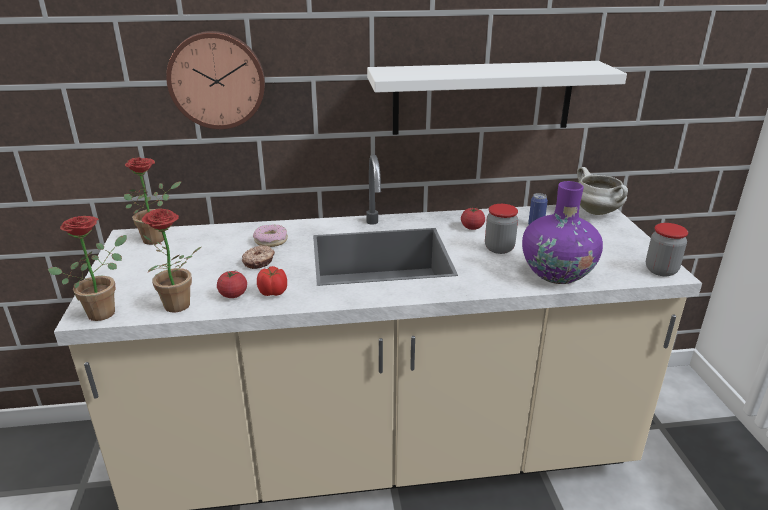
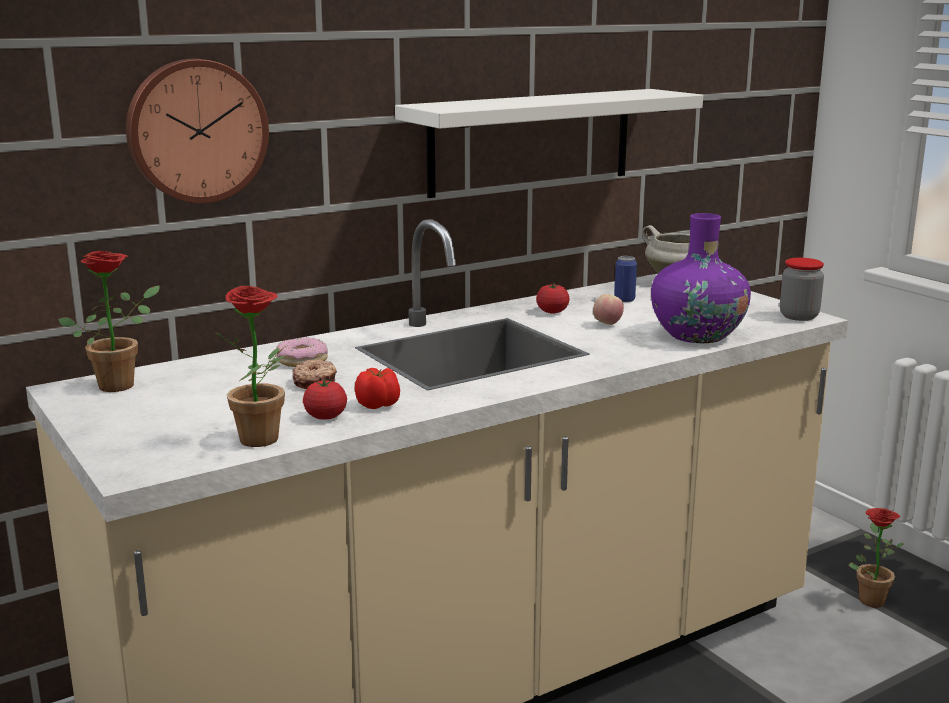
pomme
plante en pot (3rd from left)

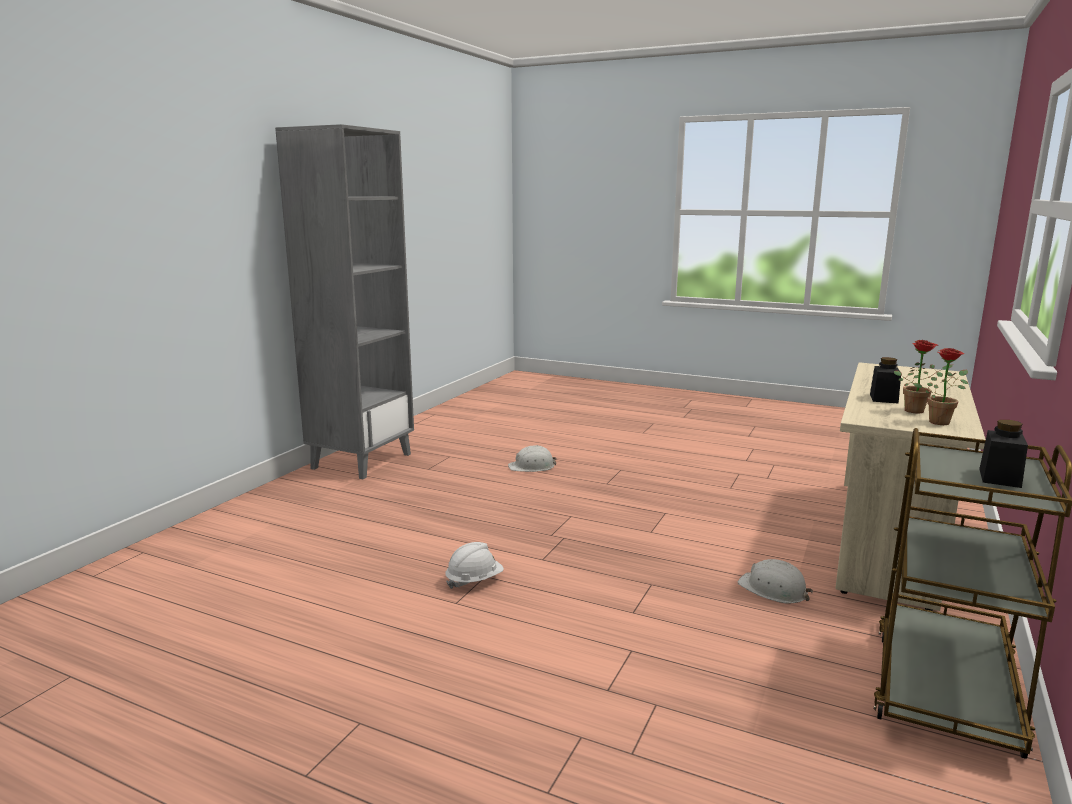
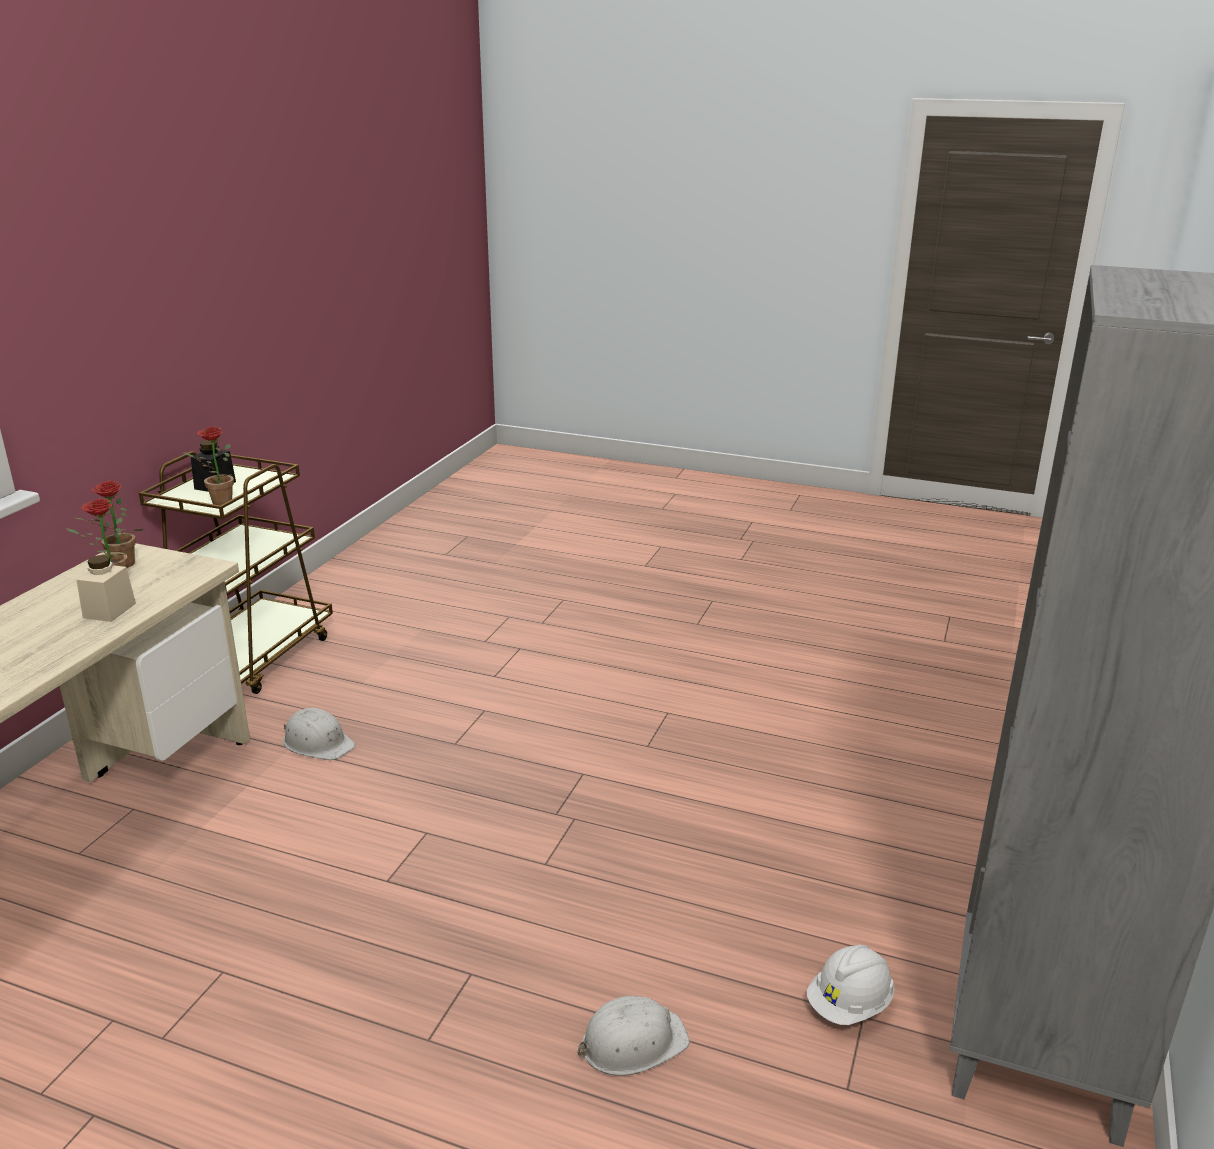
bocal/beige
casque de chantier/blanc (3rd from left)
plante en pot (3rd from left)

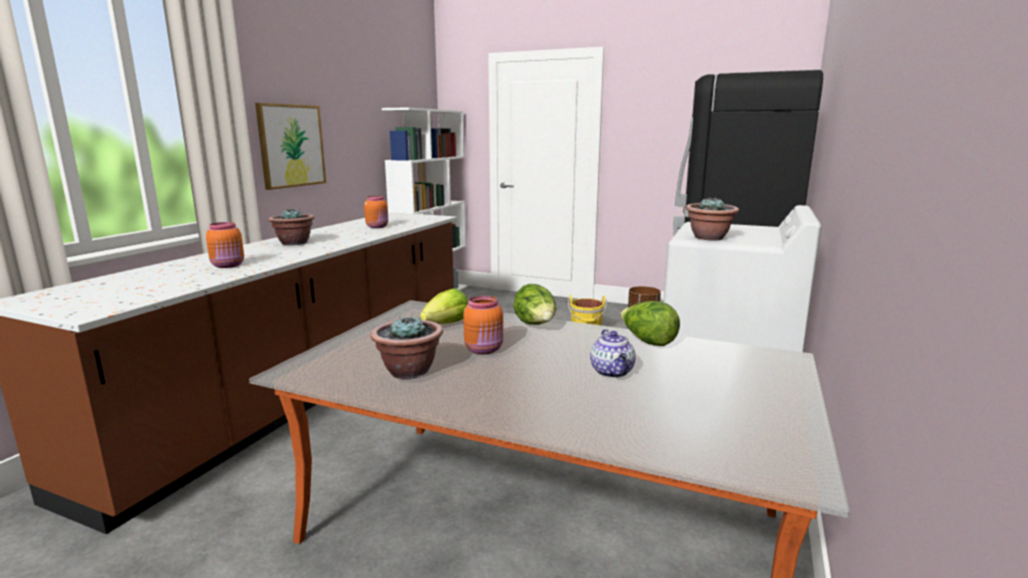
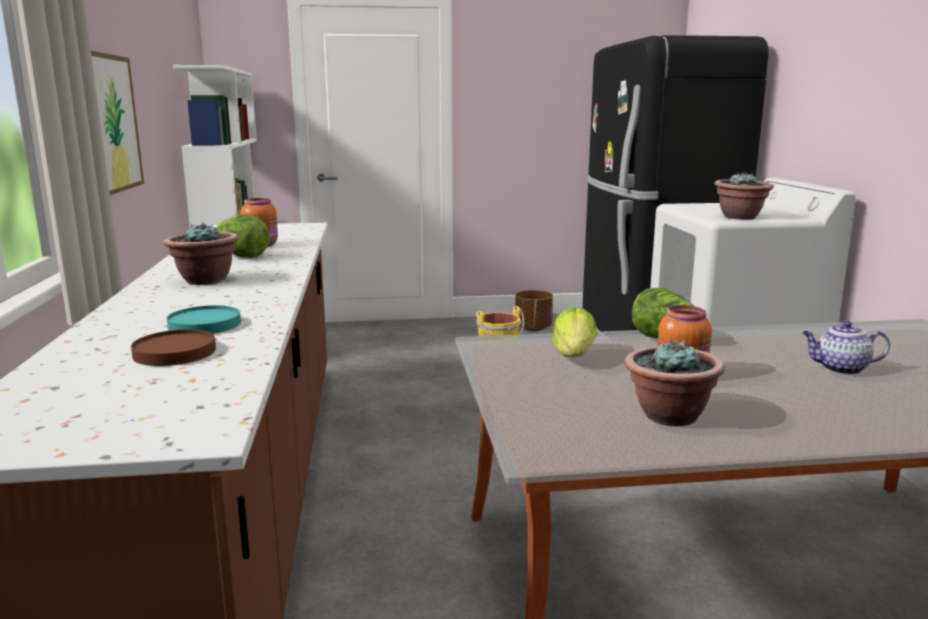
assiette/turquoise
laitue (1st from left)
théière
assiette/marron

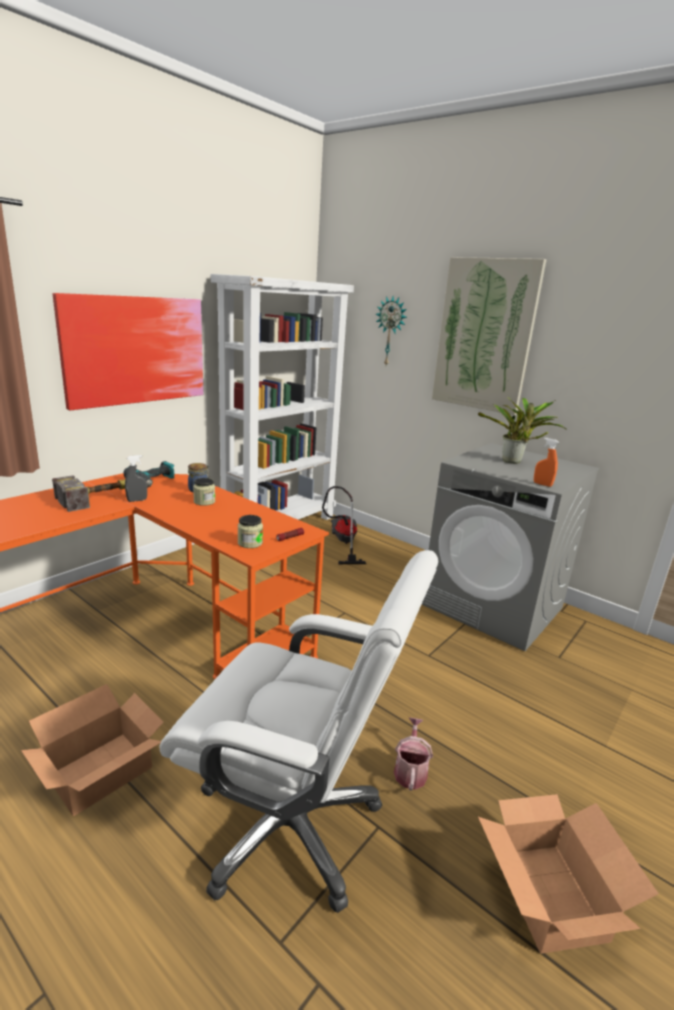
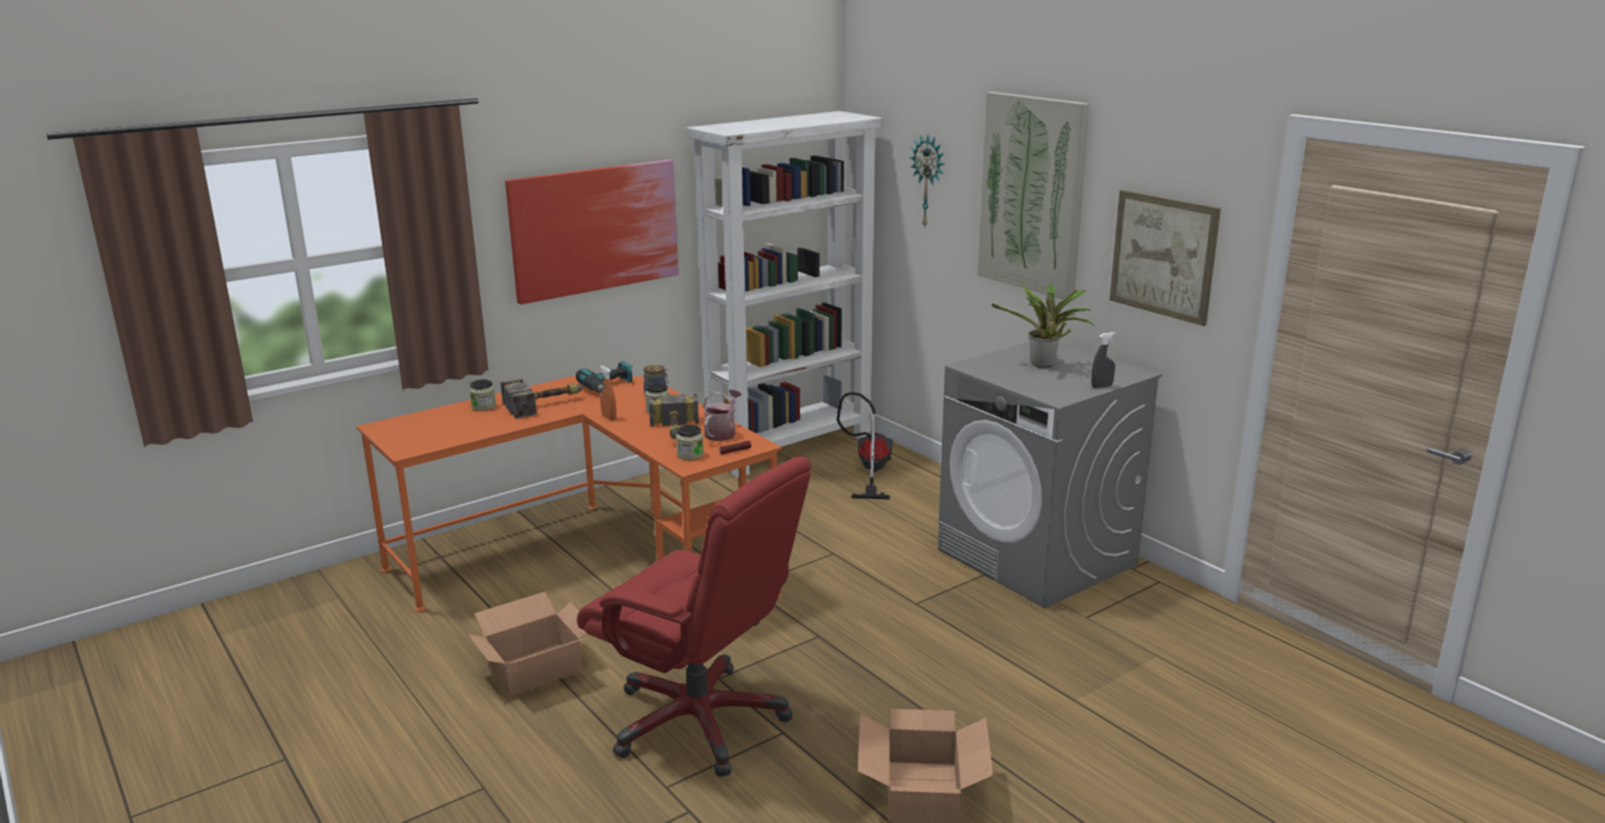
vaporisateur/orange
vaporisateur/gris
chaise de bureau/rouge
arrosoir
tableau (3rd from left)
bocal (1st from left)
marteau (2nd from left)

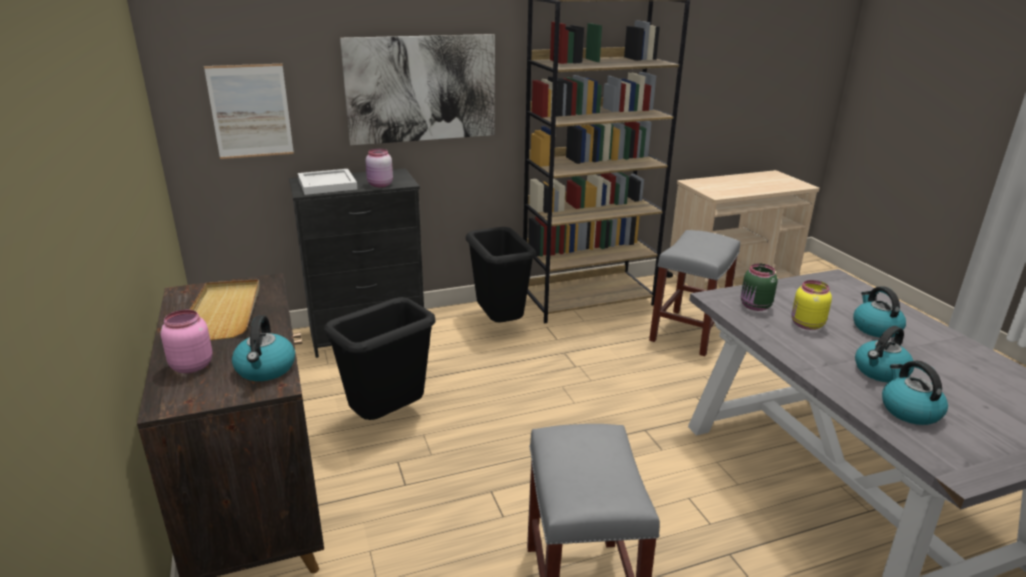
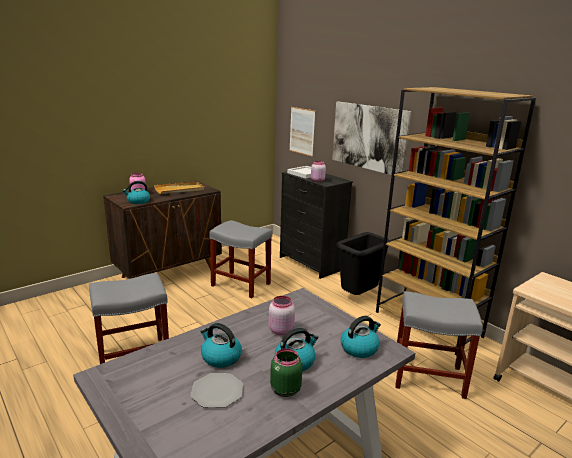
bocal/vert
bocal/rose (2nd from left)
tabouret/gris (2nd from left)
bouilloire (4th from left)
assiette

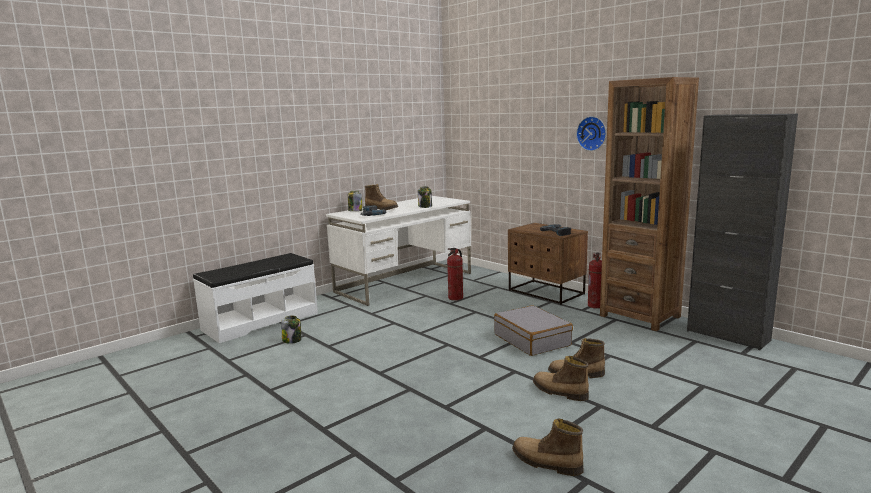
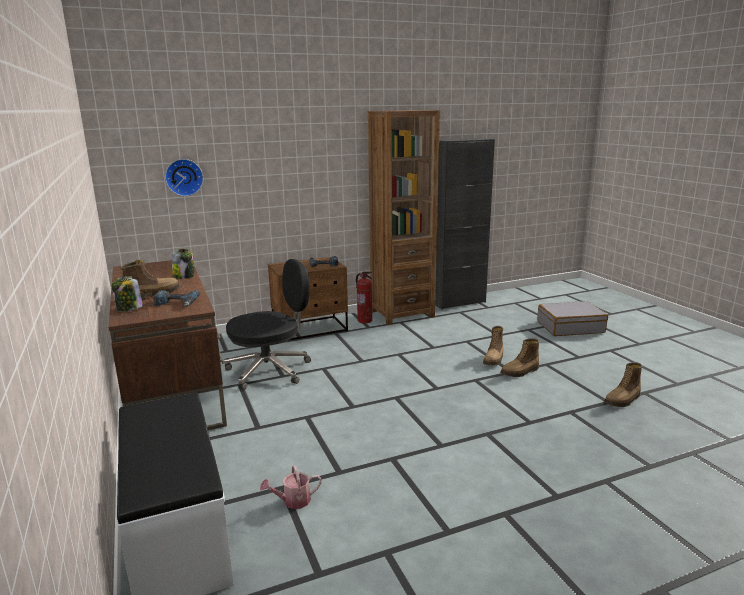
horloge murale
bureau/marron
chaise de bureau/noir
valise/gris
arrosoir

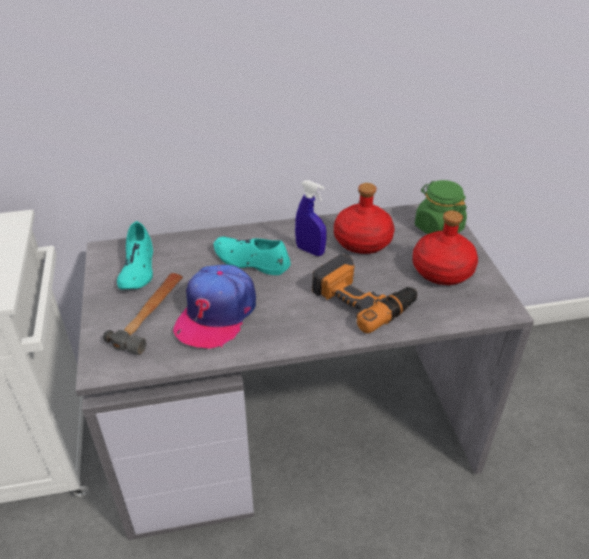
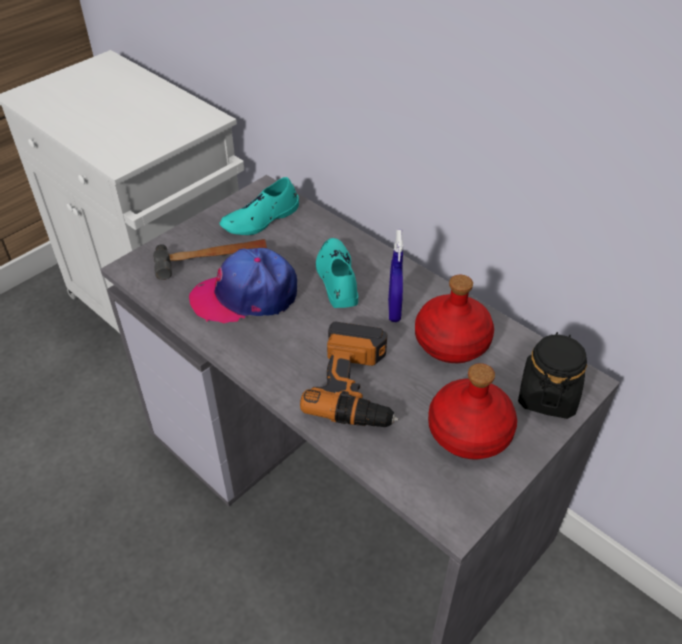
bocal/noir

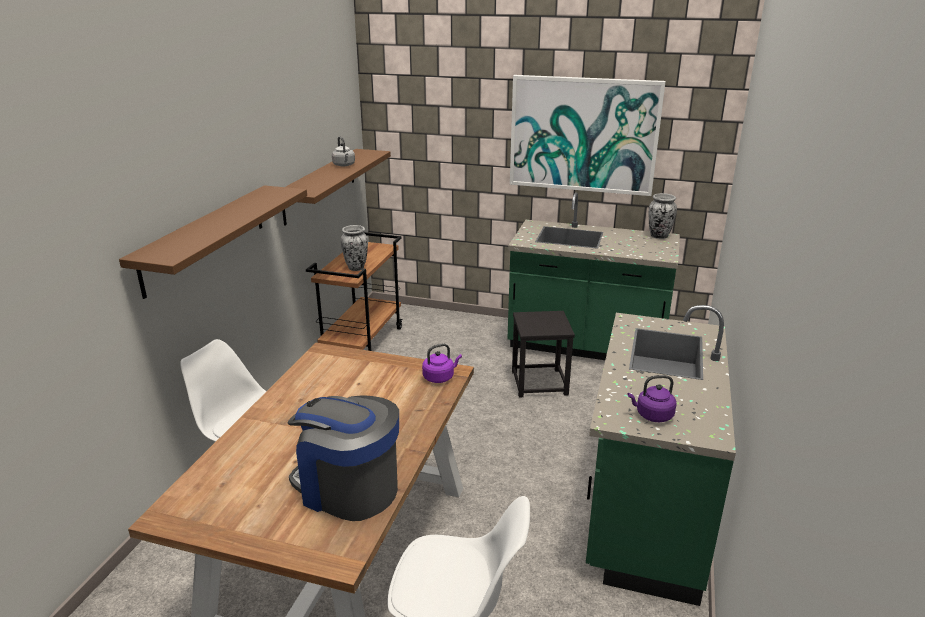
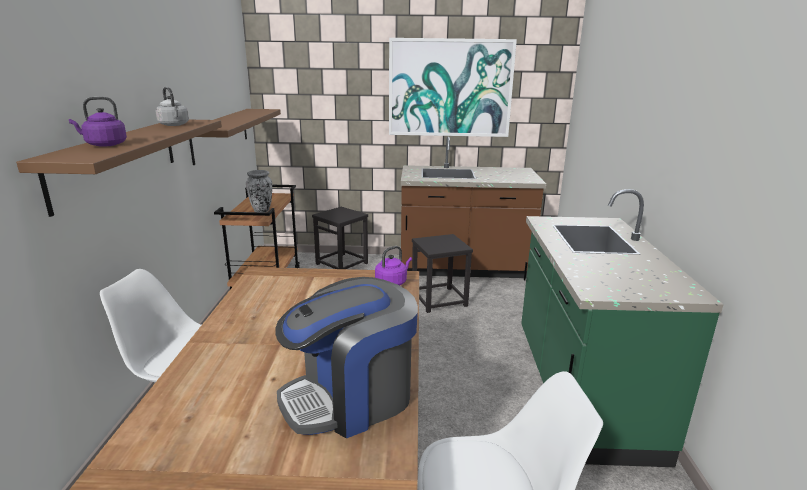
bouilloire/gris
comptoir de cuisine/marron
vase (2nd from left in the first image)
bouilloire/violet (1st from left)
machine à café
tabouret/noir (1st from left)

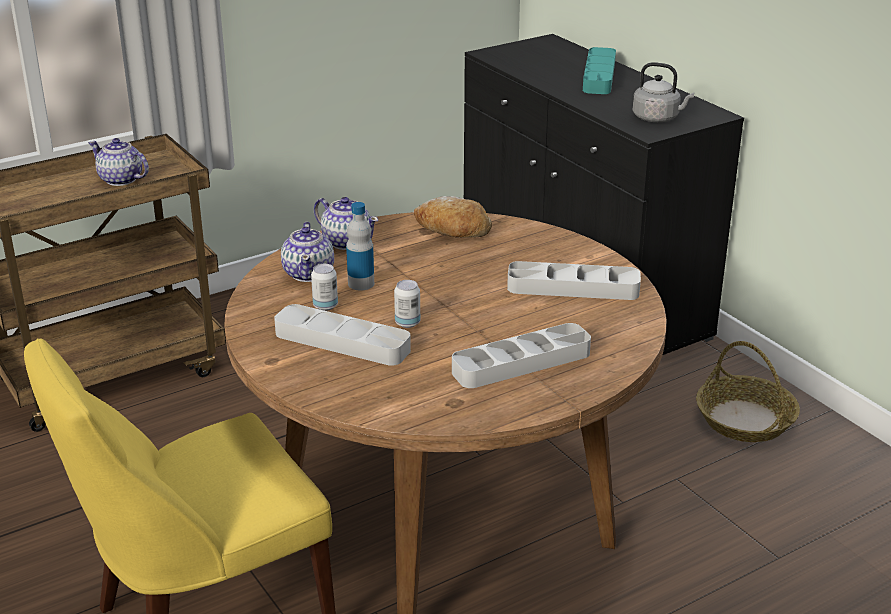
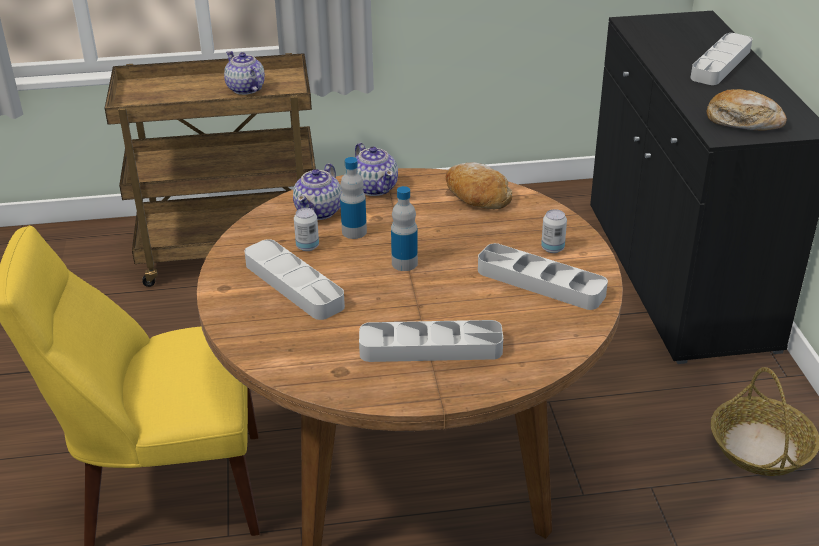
plateau/gris (4th from left)
pain (2nd from left)
boîte métallique (2nd from left)
bouteille (2nd from left)

